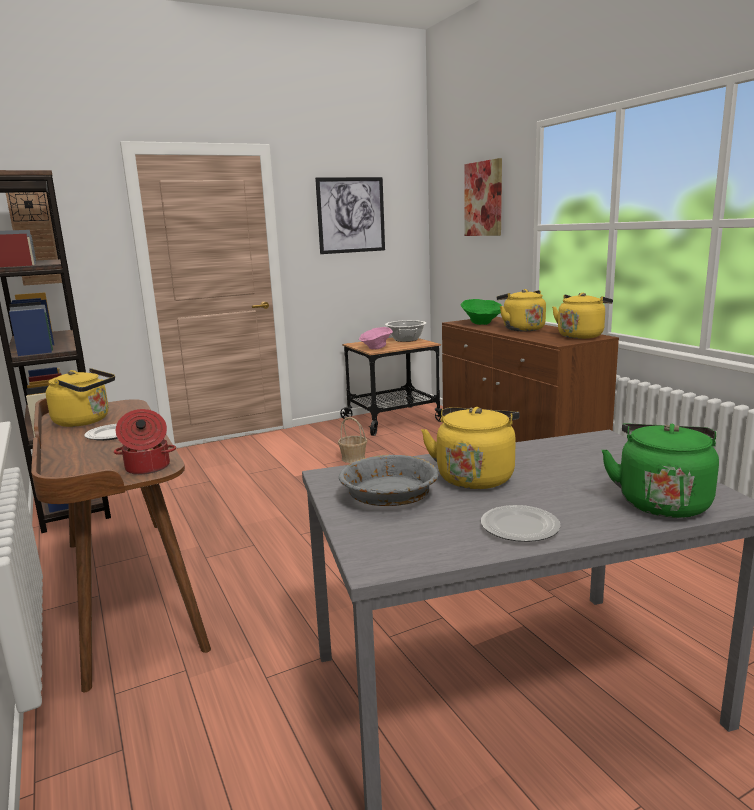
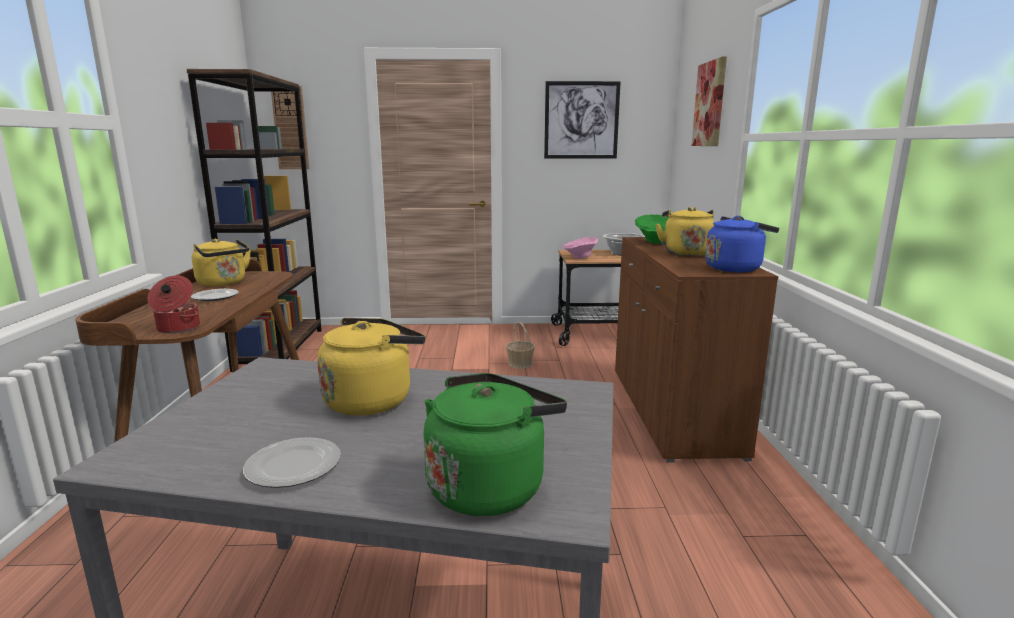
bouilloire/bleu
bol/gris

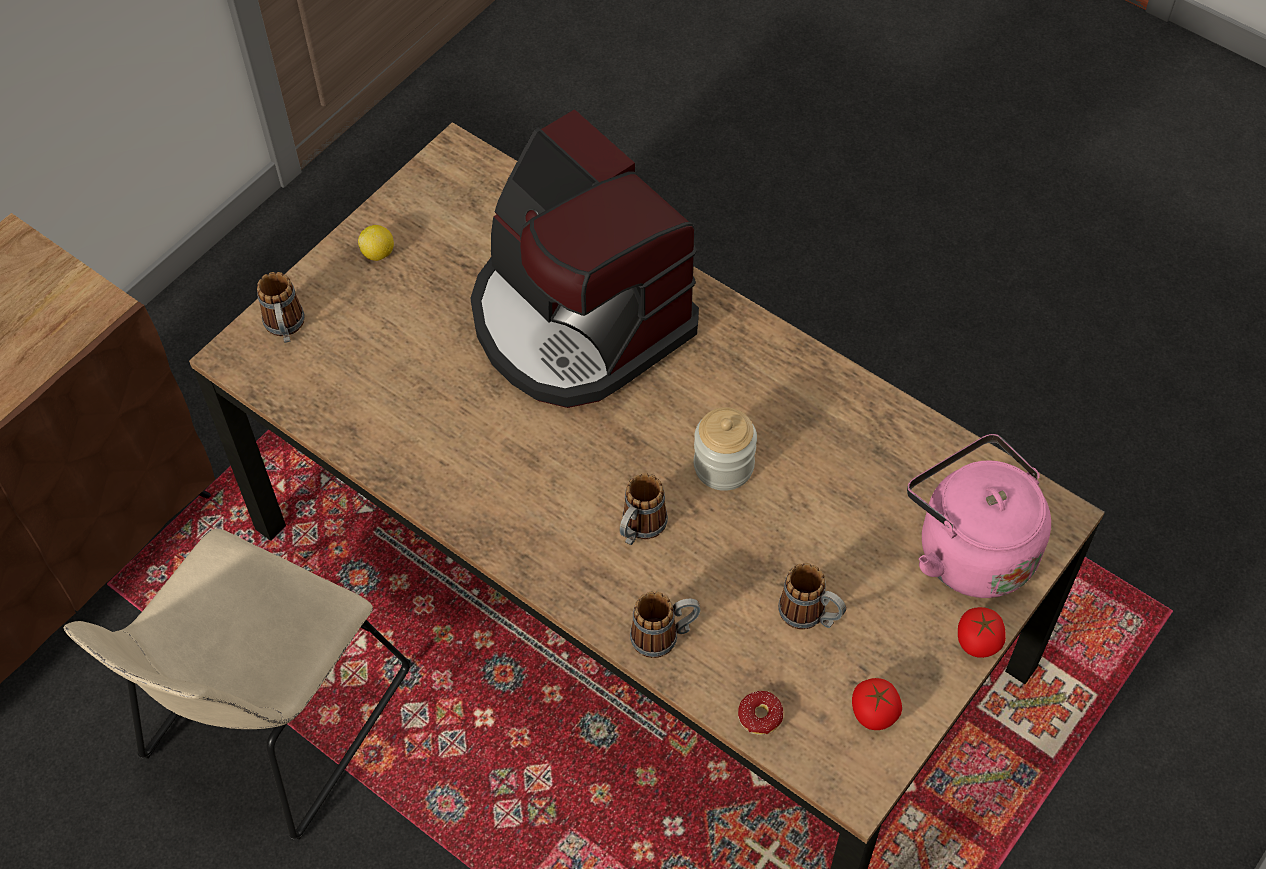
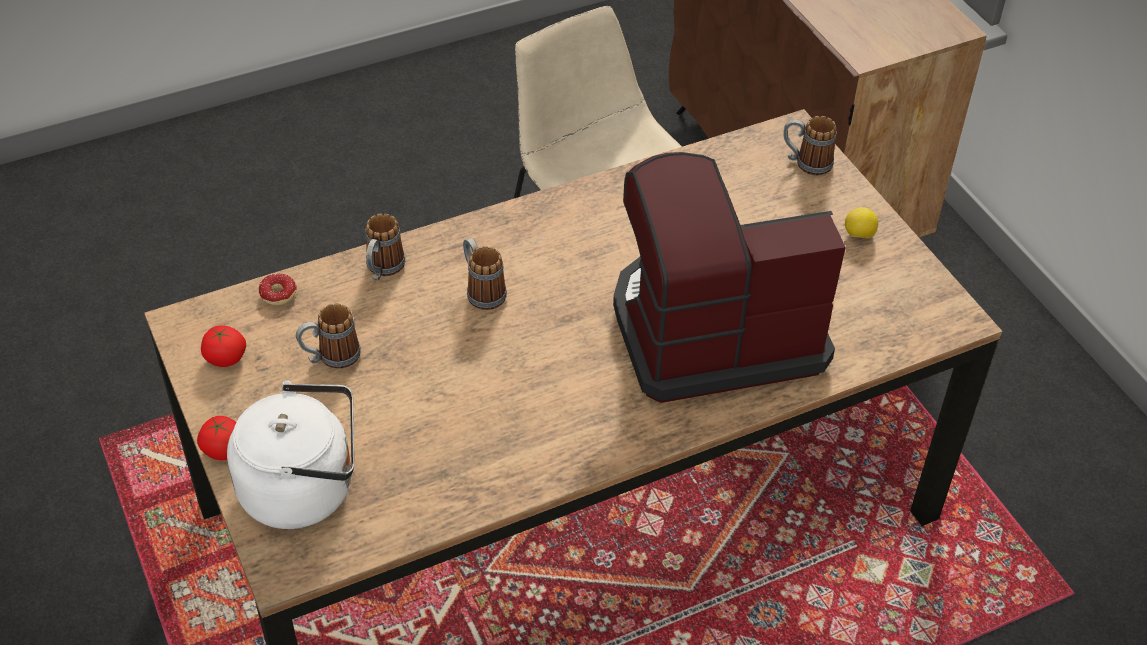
bocal
bouilloire/blanc

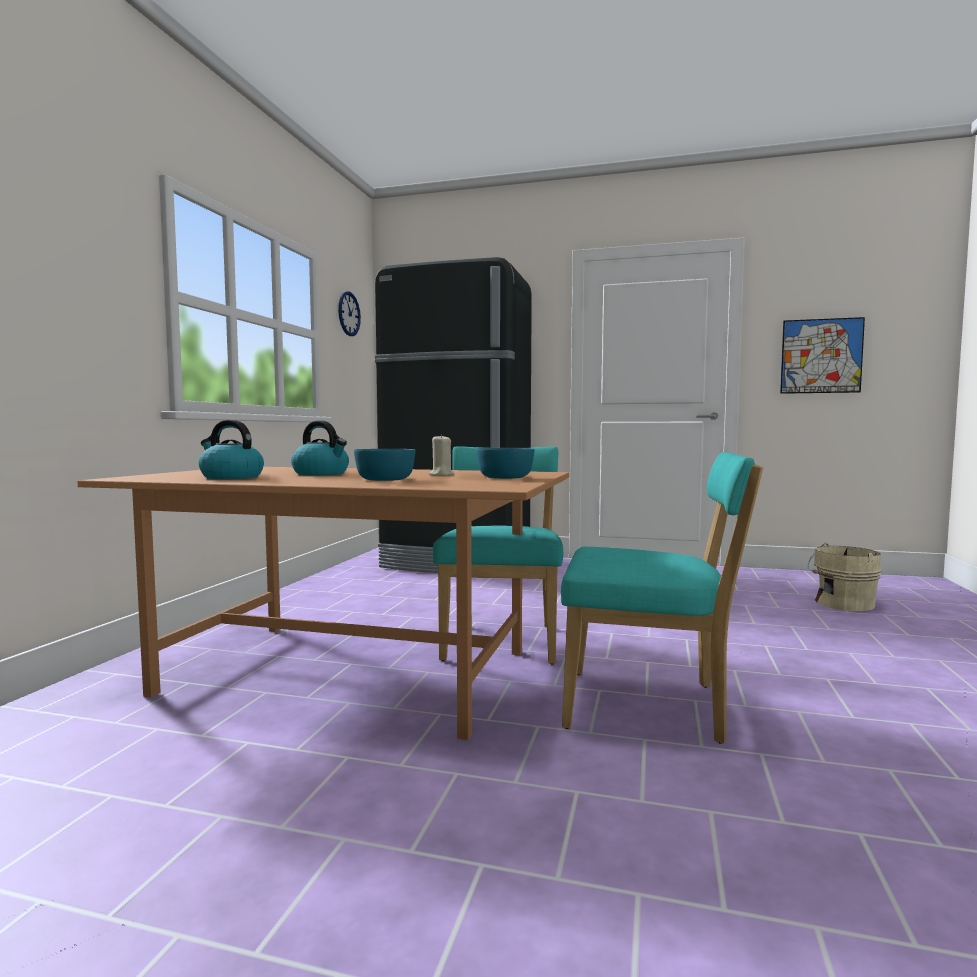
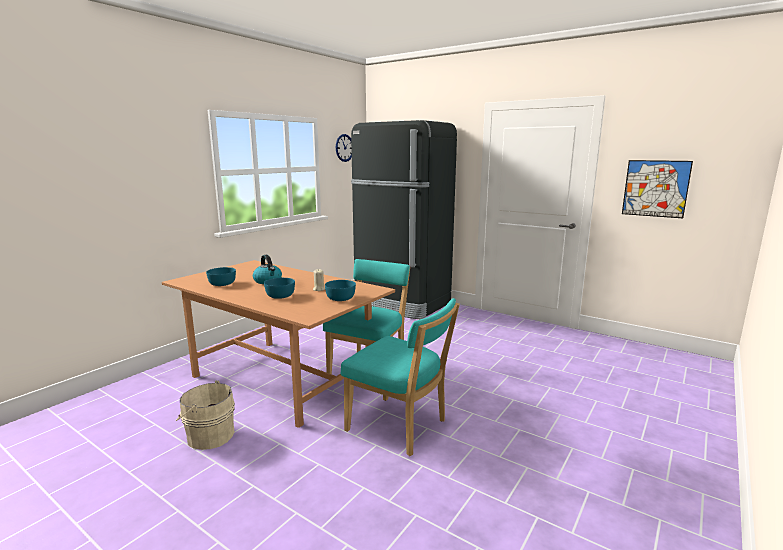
bol/turquoise (1st from left)
seau/beige

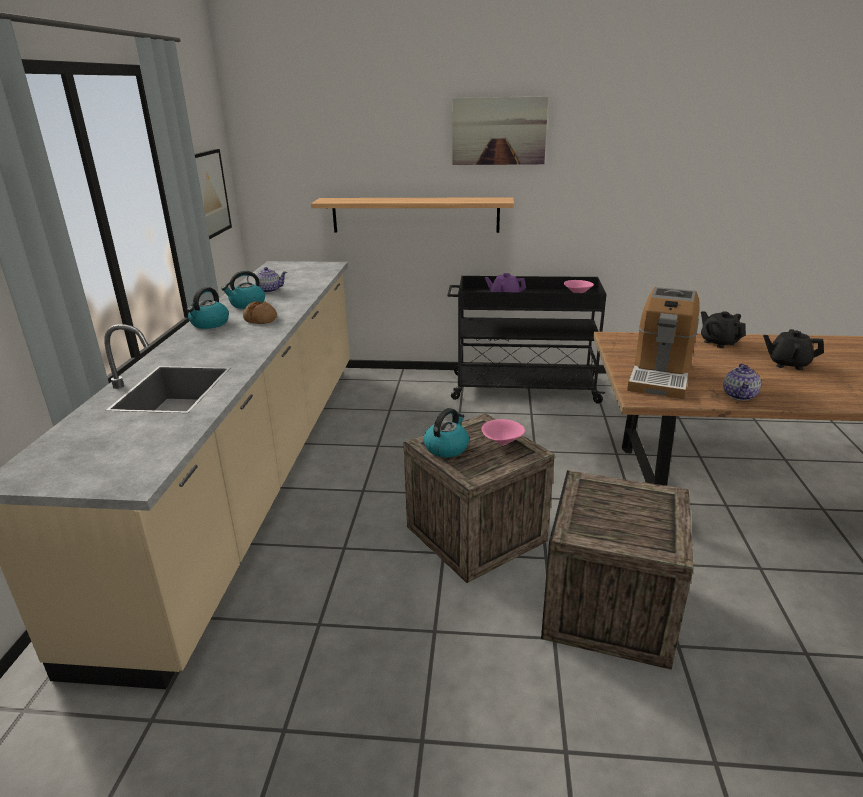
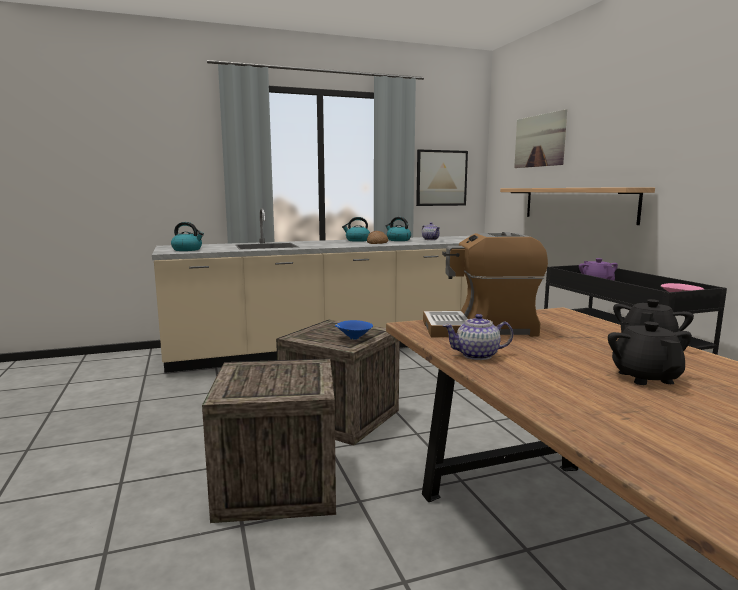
tableau (2nd from left)
bouilloire (1st from left)
bol/bleu

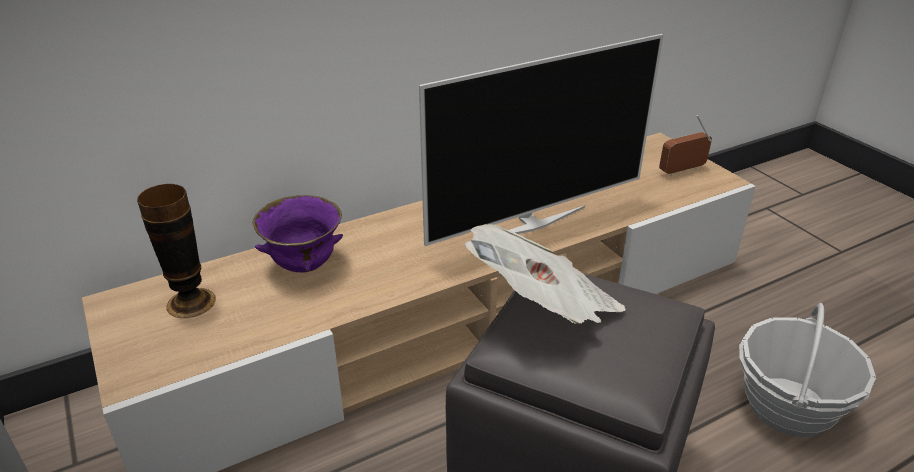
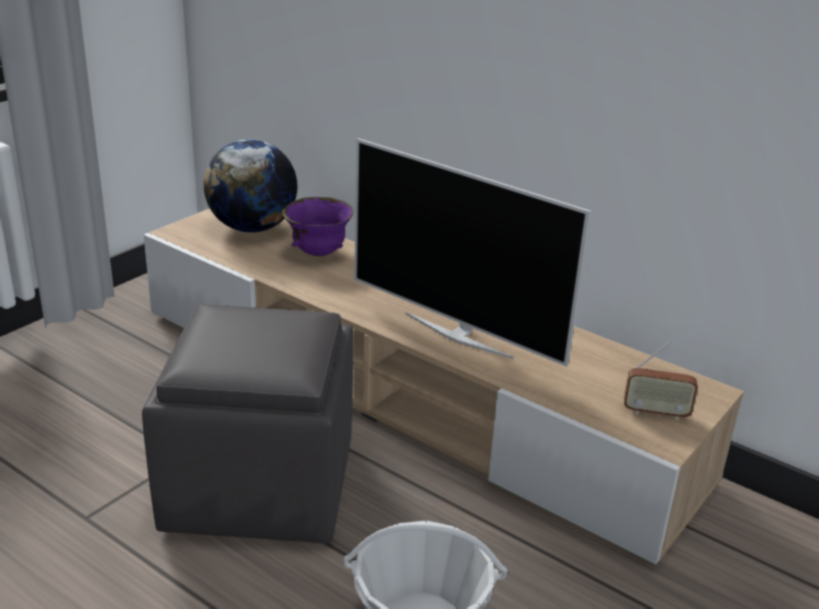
radio
globe
journal

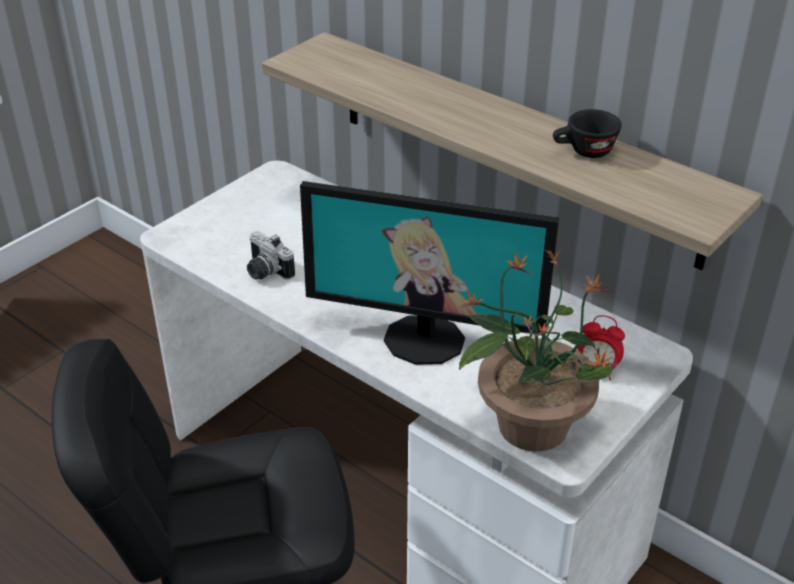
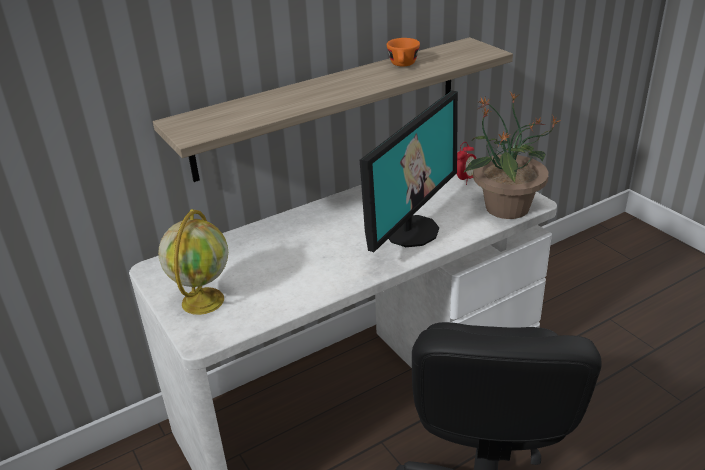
tasse/orange
appareil photo
globe

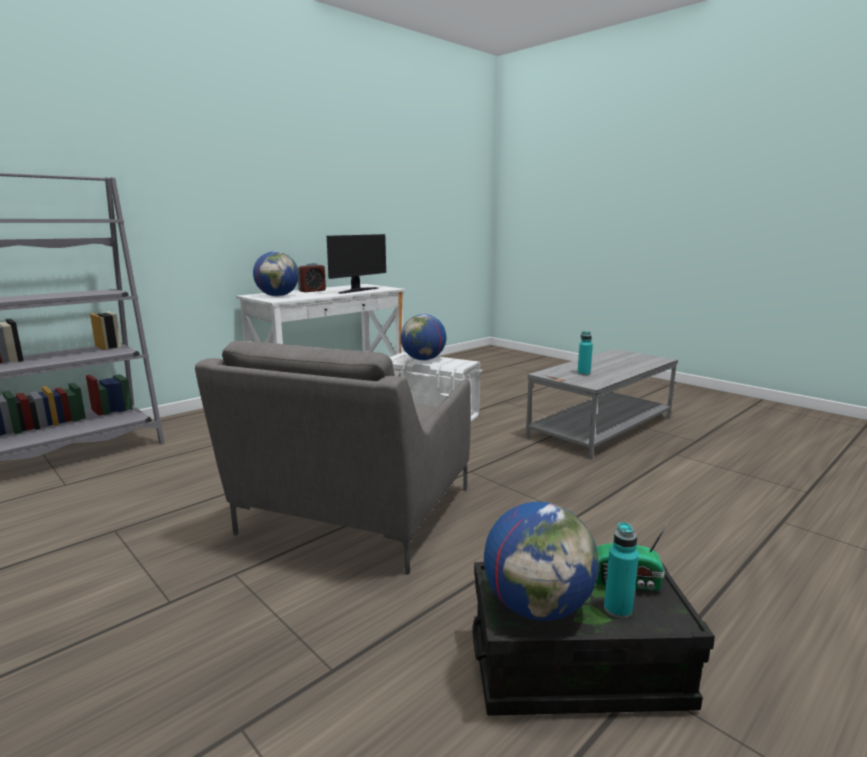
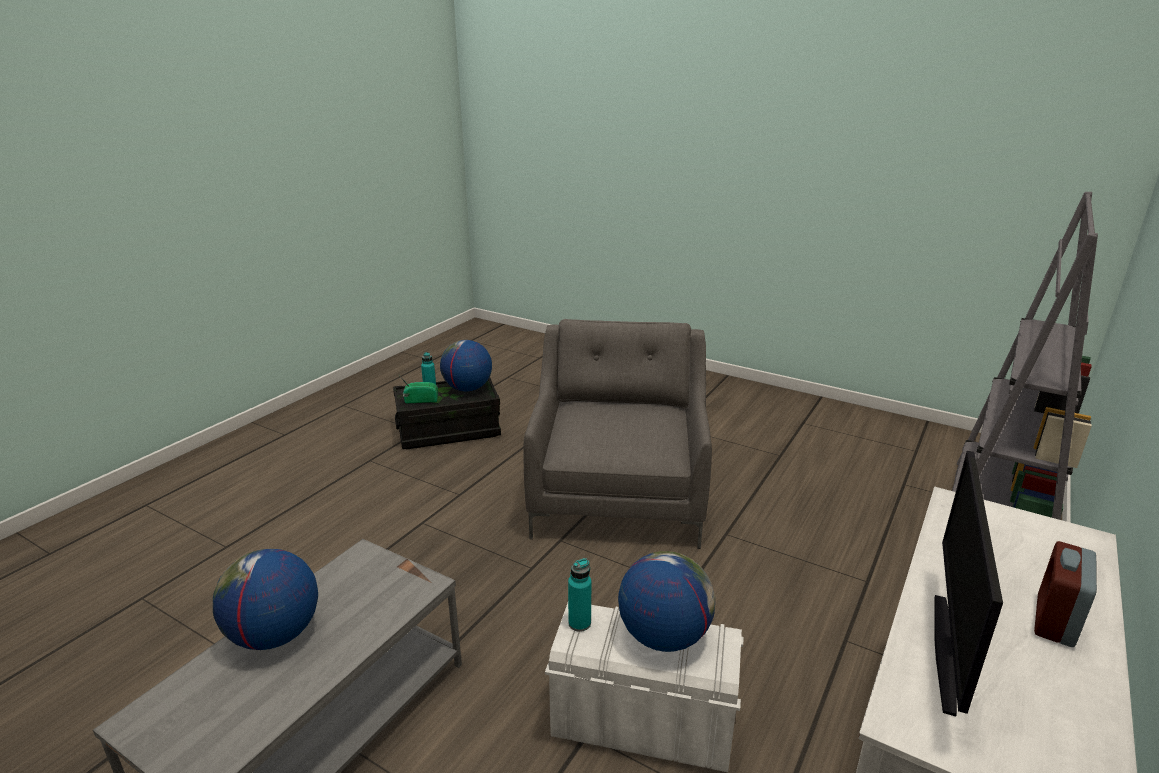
globe (1st from left)
bouteille/turquoise (2nd from left)

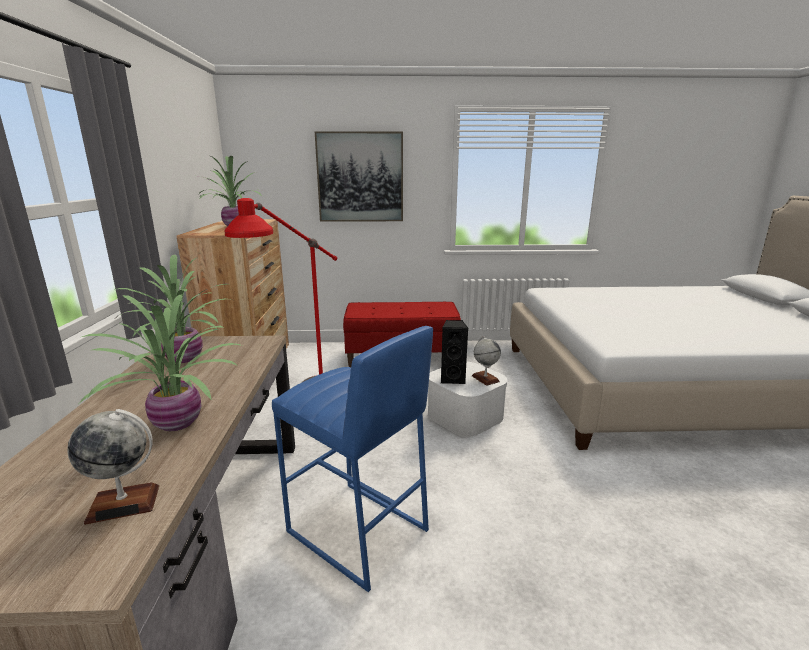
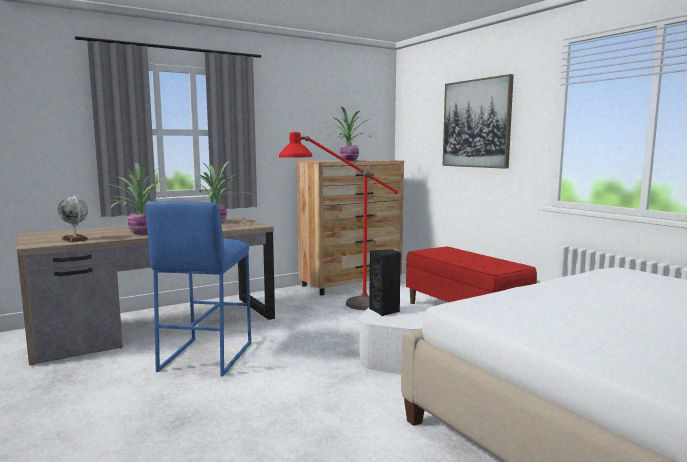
globe (2nd from left in the first image)

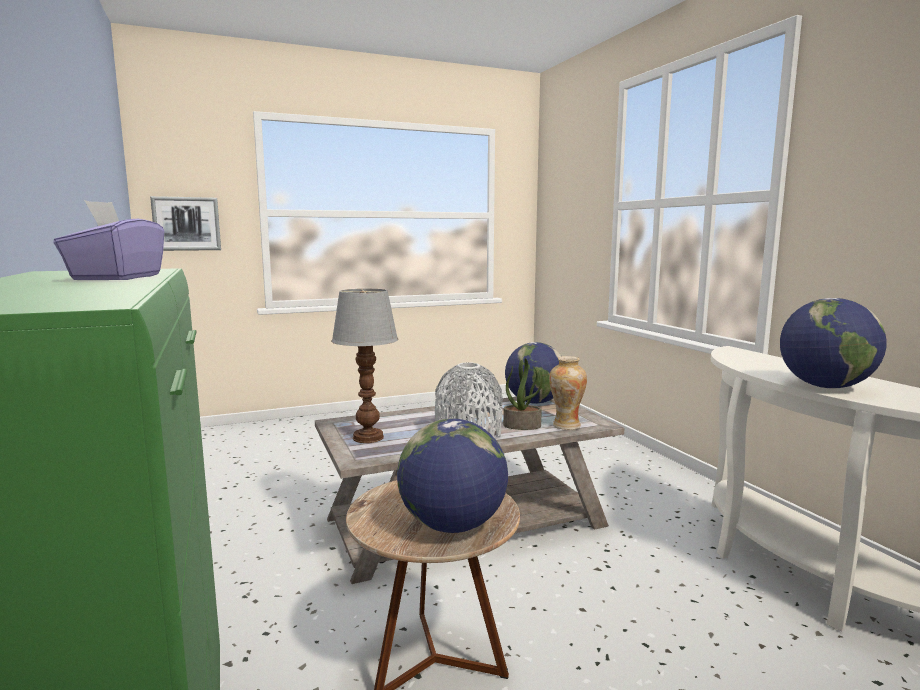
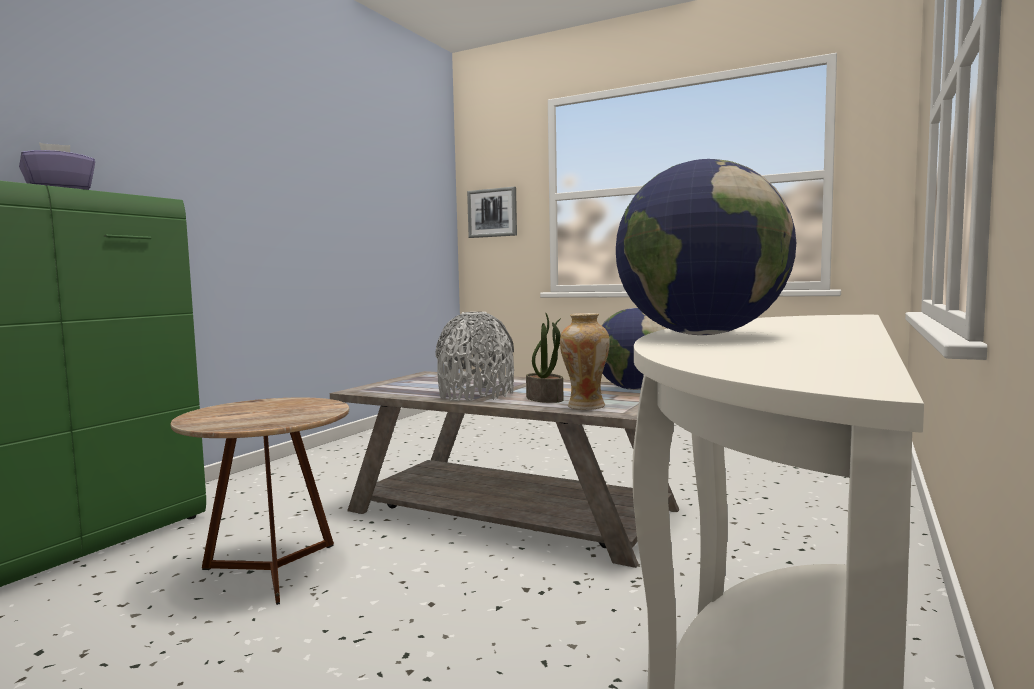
lampe de table
globe (1st from left in the first image)

